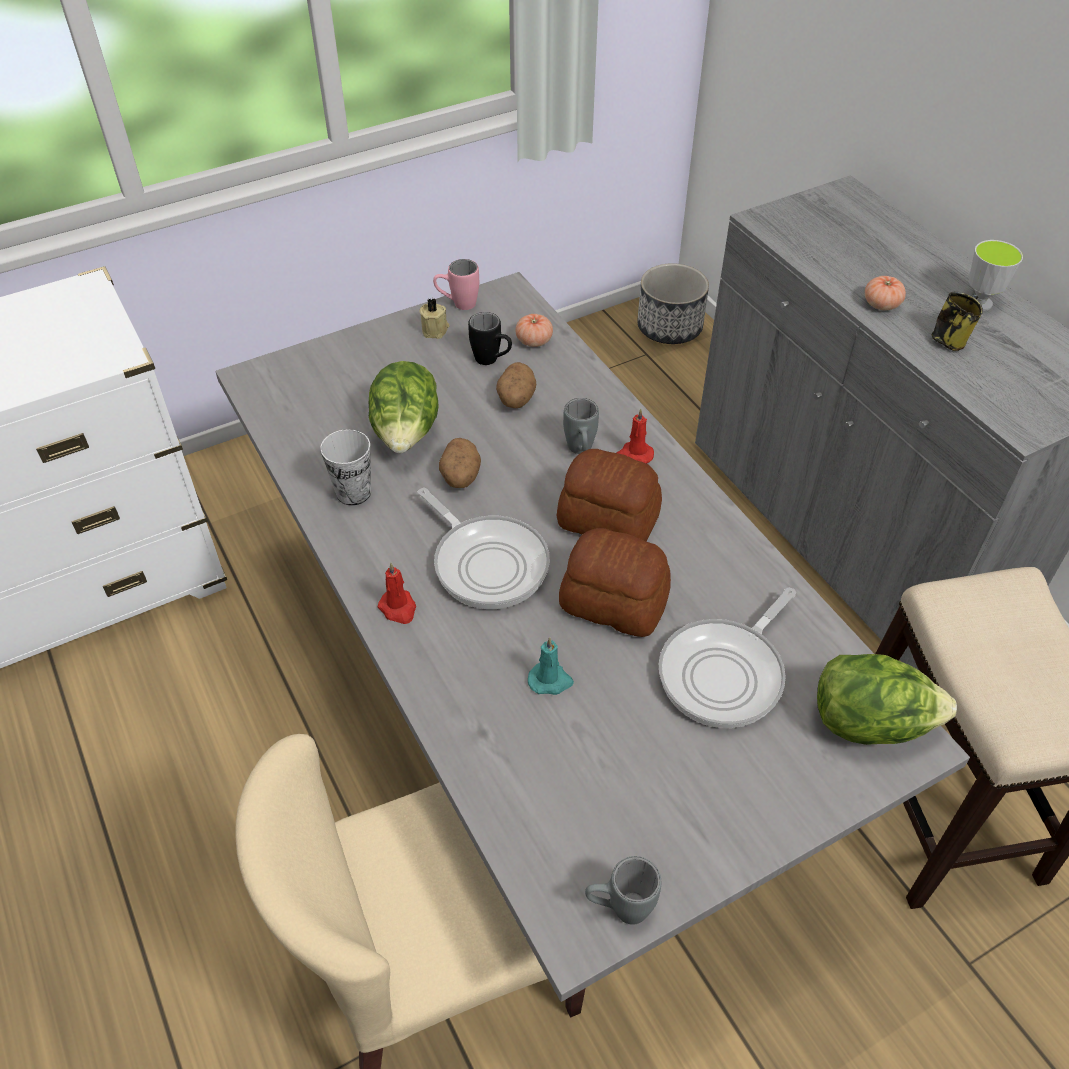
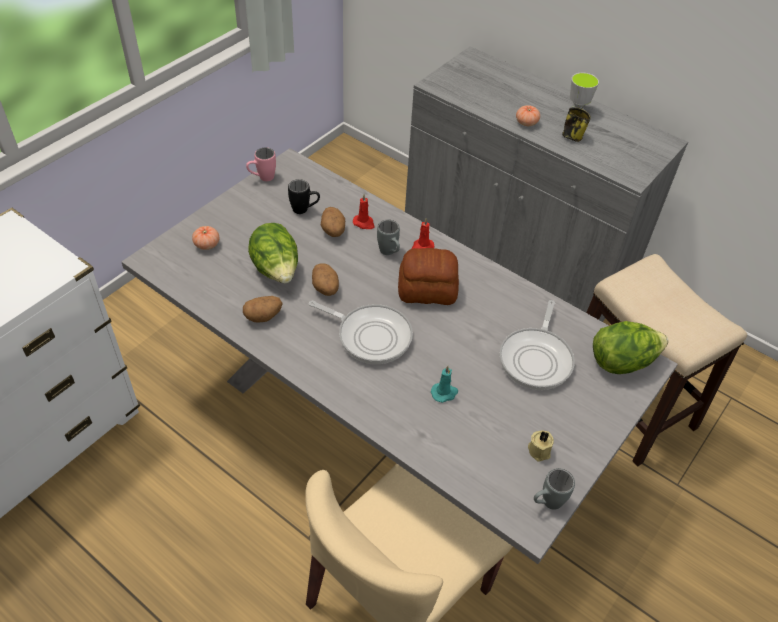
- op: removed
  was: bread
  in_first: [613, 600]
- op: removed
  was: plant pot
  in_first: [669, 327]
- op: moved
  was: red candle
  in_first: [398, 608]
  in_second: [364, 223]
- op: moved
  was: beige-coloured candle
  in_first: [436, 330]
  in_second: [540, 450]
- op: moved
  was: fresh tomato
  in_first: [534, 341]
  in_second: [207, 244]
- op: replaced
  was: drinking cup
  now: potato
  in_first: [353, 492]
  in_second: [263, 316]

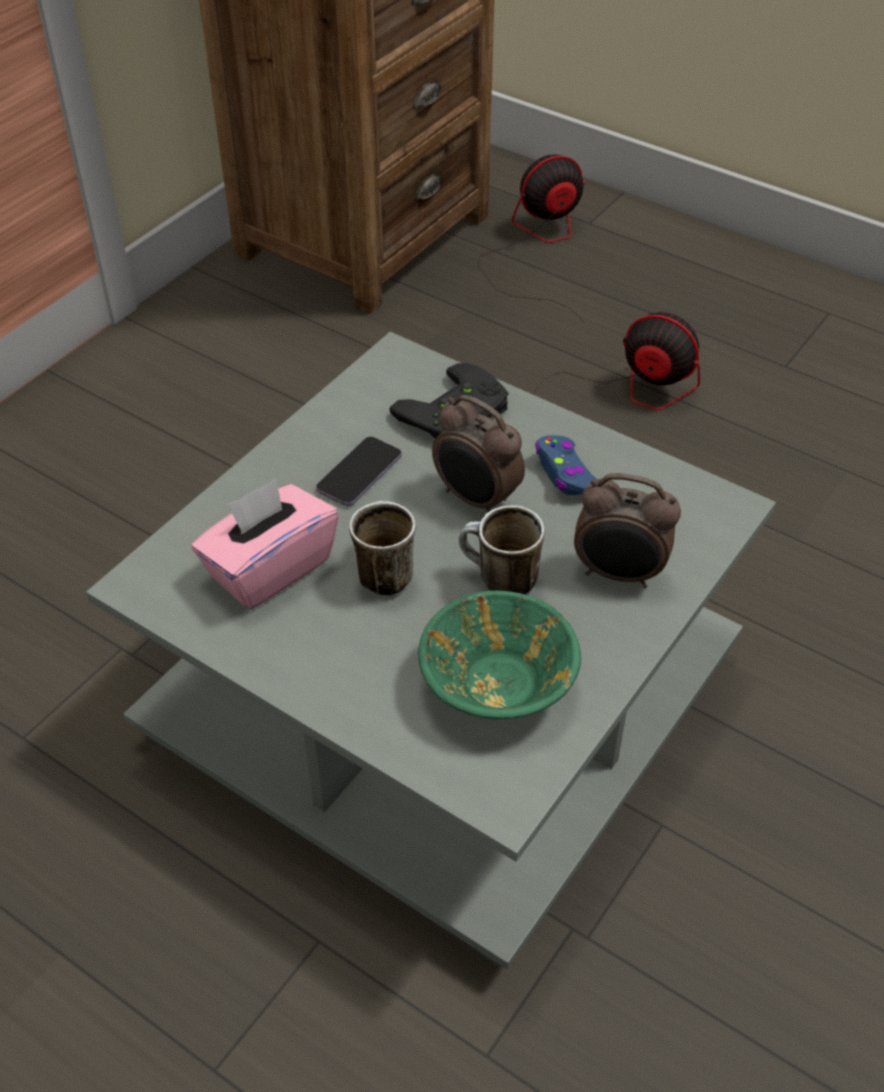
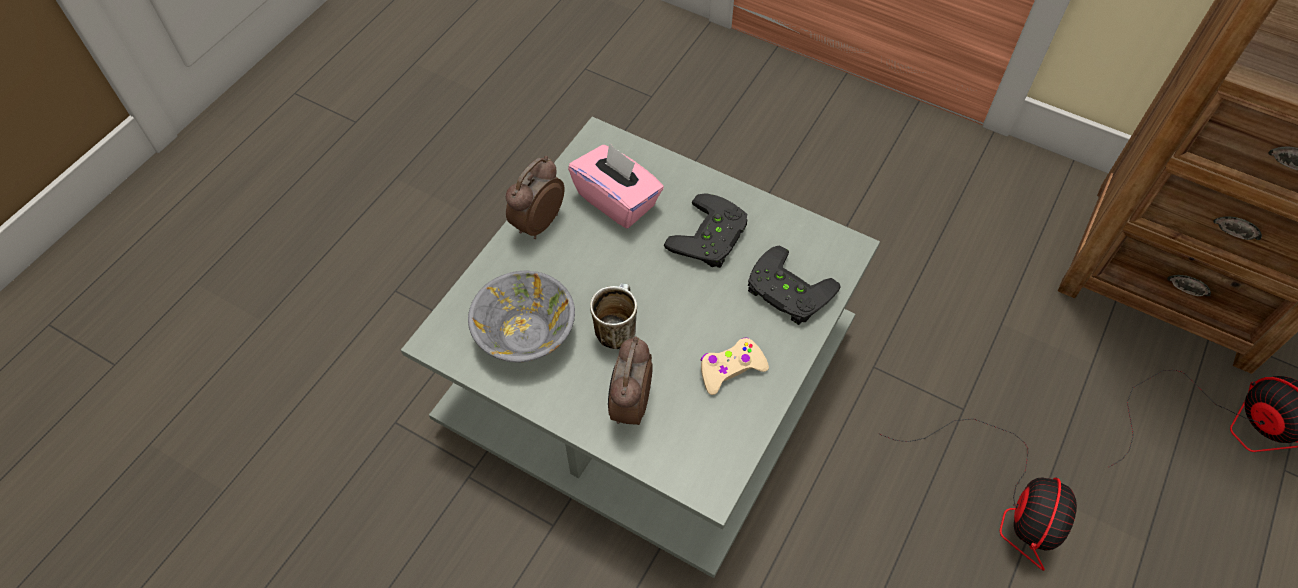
- op: removed
  was: tea mug
  in_first: [381, 571]
- op: moved
  was: alarm clock
  in_first: [476, 499]
  in_second: [537, 223]
- op: replaced
  was: phone
  now: black-coloured gamepad
  in_first: [359, 473]
  in_second: [712, 238]
- op: recoloured
  was: green-coloured bowl
  now: greyish bowl
  in_first: [496, 684]
  in_second: [525, 332]
- op: recoloured
  was: blue gamepad
  now: beige-coloured gamepad
  in_first: [567, 475]
  in_second: [730, 369]

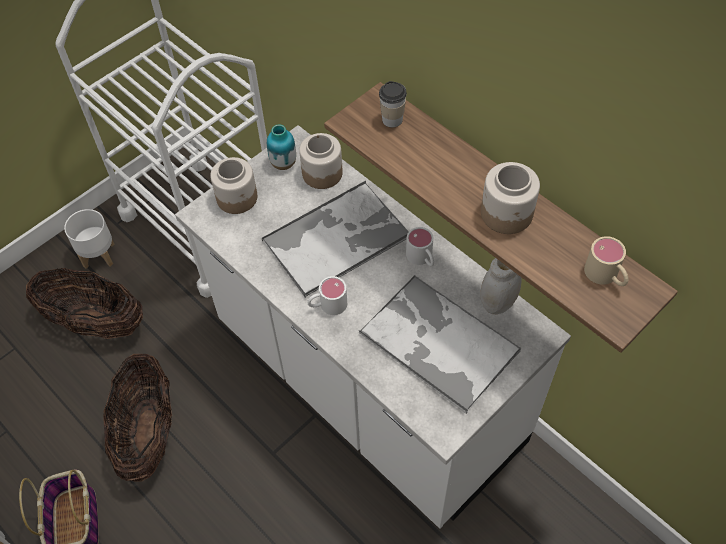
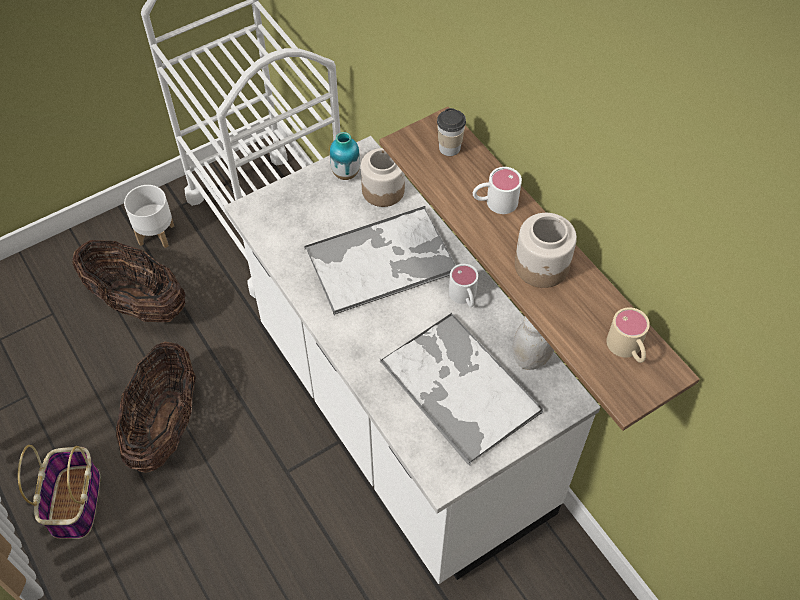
- op: removed
  was: storage jar
  in_first: [237, 198]
- op: moved
  was: white tea mug
  in_first: [327, 305]
  in_second: [494, 202]

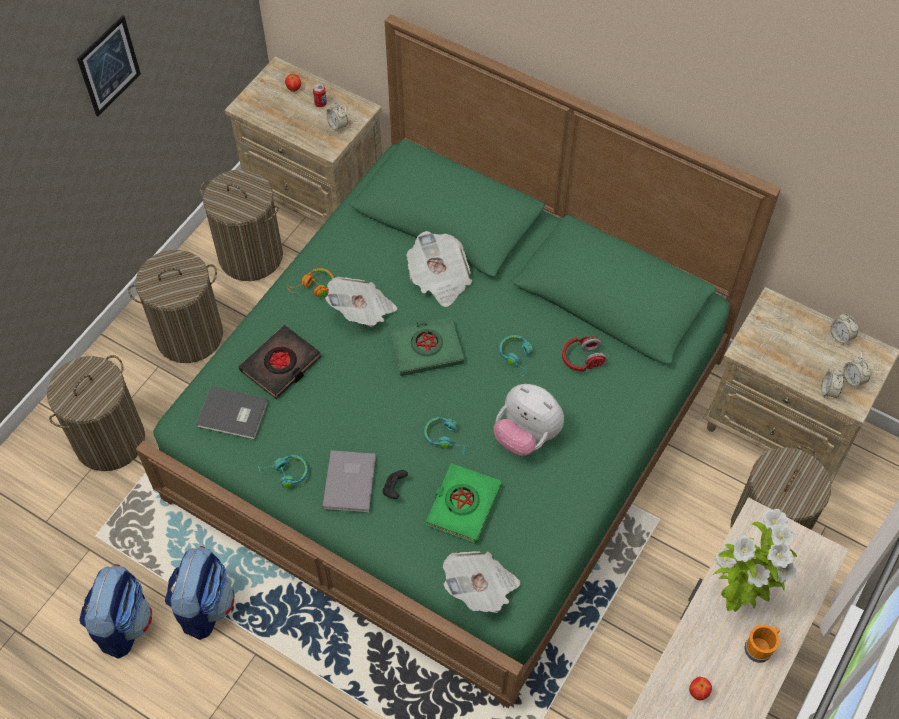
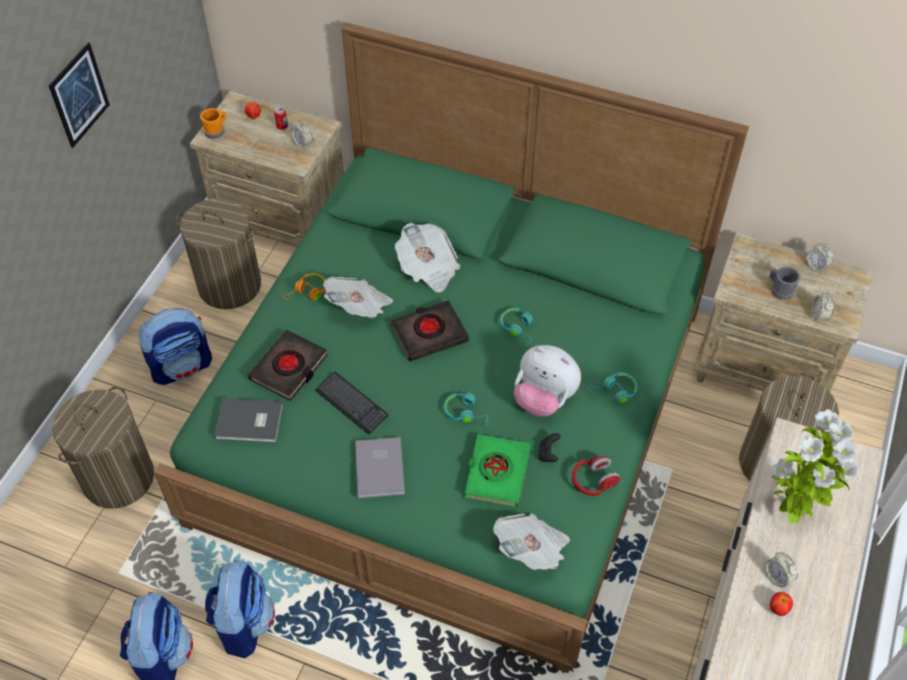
- op: added
  now: keyboard
  in_second: [351, 404]
- op: added
  now: greyish tea mug
  in_second: [779, 290]
- op: moved
  was: turquoise-coloured headphones
  in_first: [284, 473]
  in_second: [614, 391]
- op: moved
  was: black-coloured gamepad
  in_first: [394, 489]
  in_second: [548, 454]
- op: moved
  was: red headphones
  in_first: [582, 359]
  in_second: [593, 481]
- op: moved
  was: orangey tea mug
  in_first: [760, 647]
  in_second: [216, 131]
- op: moved
  was: alarm clock
  in_first: [853, 379]
  in_second: [777, 577]
- op: replaced
  was: washing basket
  now: rucksack
  in_first: [189, 335]
  in_second: [182, 366]
- op: recoloured
  was: green-coloured volume
  now: black-coloured volume
  in_first: [426, 349]
  in_second: [429, 334]

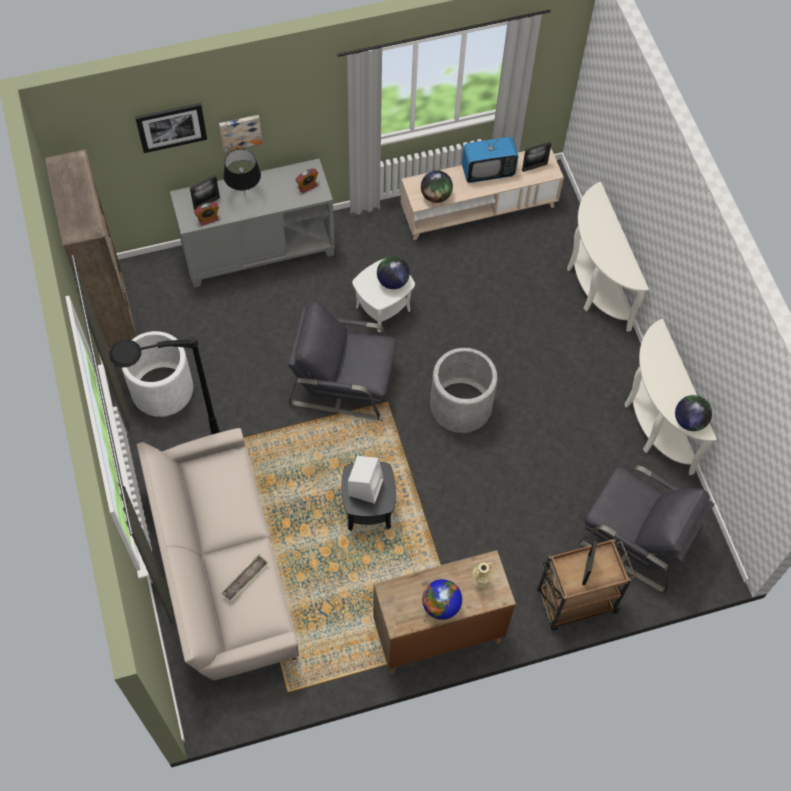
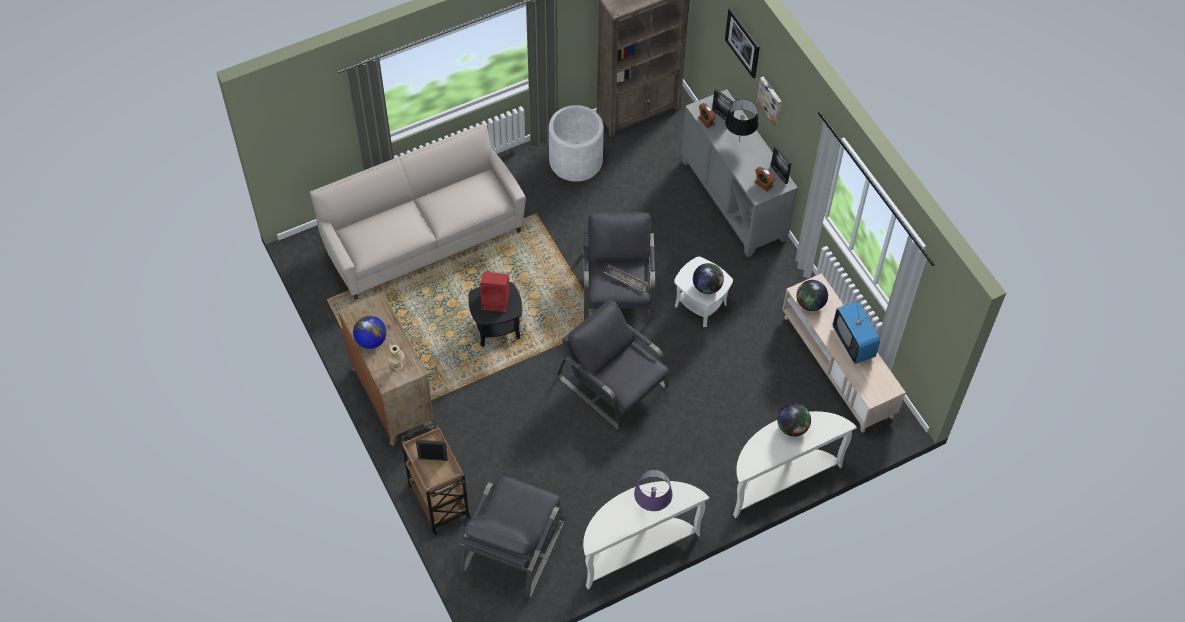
- op: removed
  was: black-coloured floor lamp
  in_first: [174, 446]
- op: added
  now: purple table lamp
  in_second: [652, 509]
- op: moved
  was: tray
  in_first: [245, 579]
  in_second: [625, 280]
- op: moved
  was: photo frame
  in_first: [534, 167]
  in_second: [779, 174]
- op: moved
  was: desk globe
  in_first: [689, 421]
  in_second: [792, 427]
- op: replaced
  was: greyish plant pot
  now: greyish armchair
  in_first: [460, 405]
  in_second: [614, 382]
- op: recoloured
  was: white speaker
  now: red speaker
  in_first: [366, 486]
  in_second: [496, 300]

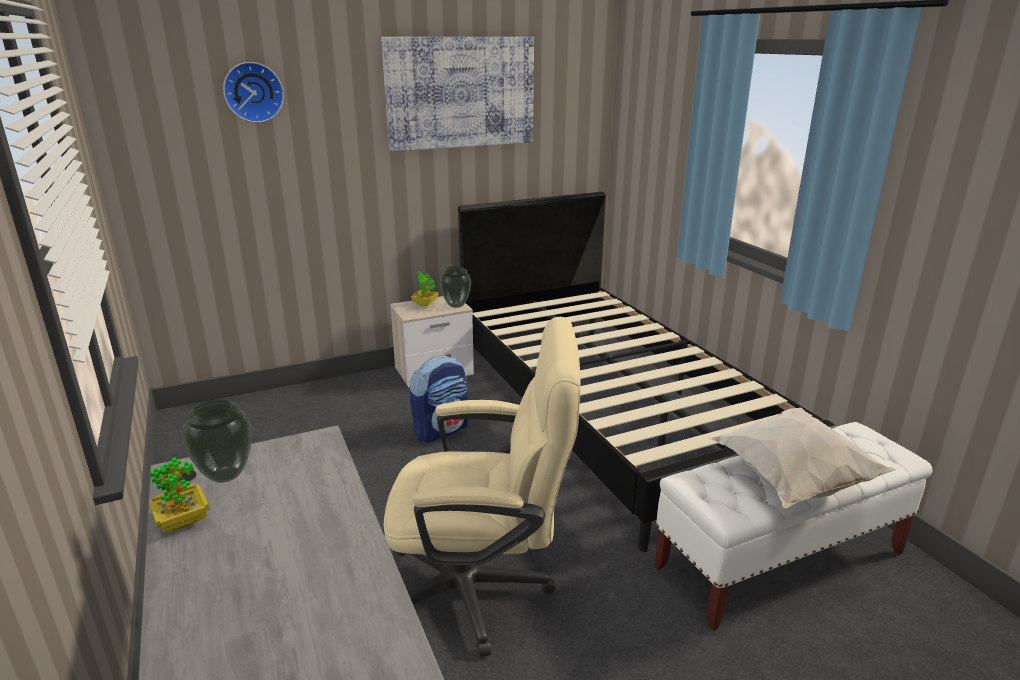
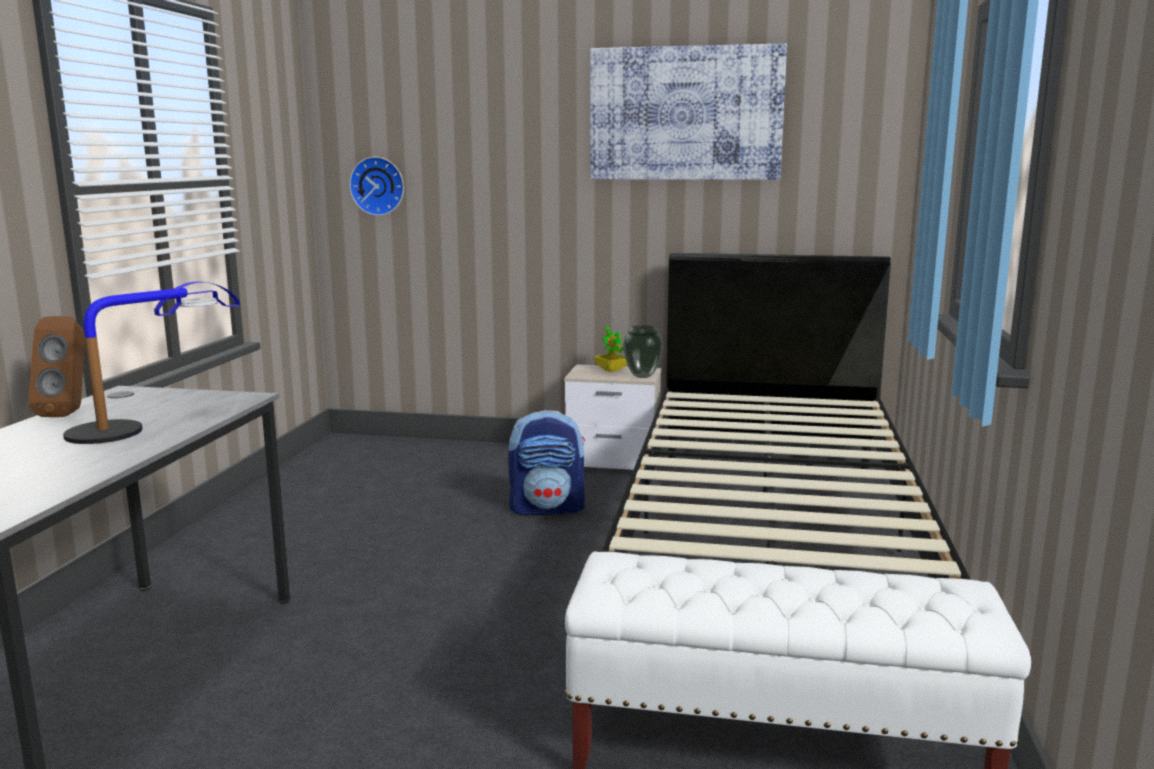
- op: removed
  was: flower vase
  in_first: [225, 475]
- op: removed
  was: beige-coloured computer chair
  in_first: [482, 590]
- op: removed
  was: white throw pillow
  in_first: [790, 482]
- op: added
  now: table lamp
  in_second: [143, 425]
- op: moved
  was: hanging clock
  in_first: [253, 92]
  in_second: [378, 186]
- op: replaced
  was: potted plant
  now: brown-coloured speaker
  in_first: [182, 521]
  in_second: [69, 413]

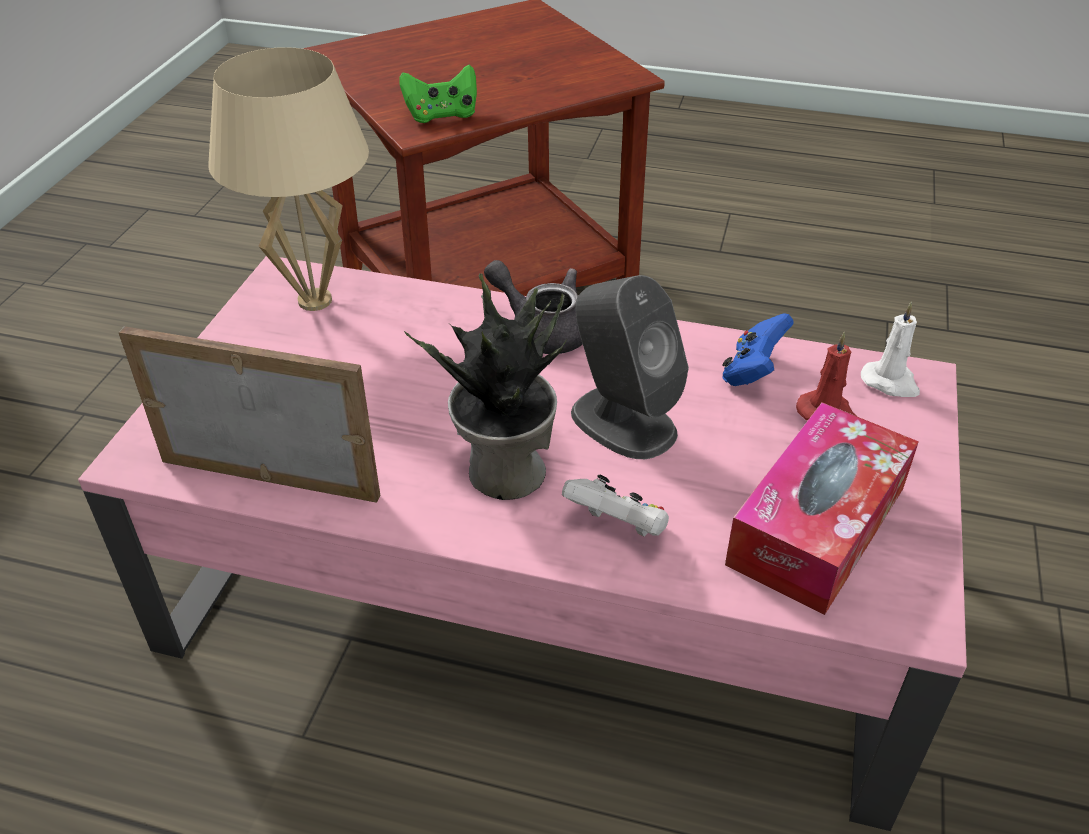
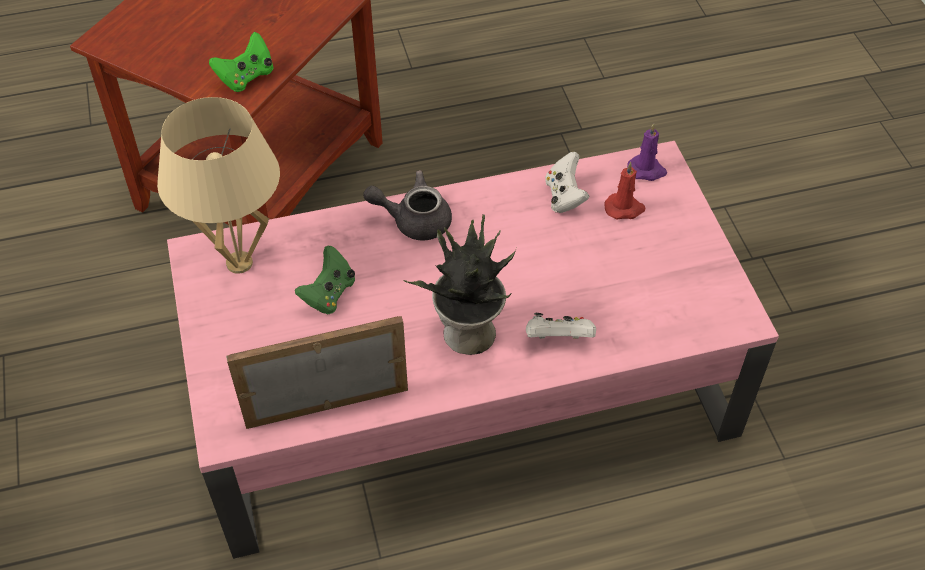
- op: removed
  was: greyish speaker
  in_first: [622, 421]
- op: removed
  was: tissue box
  in_first: [817, 525]
- op: added
  now: green-coloured gamepad
  in_second: [329, 294]
- op: recoloured
  was: blue gamepad
  now: white gamepad
  in_first: [752, 371]
  in_second: [564, 196]
- op: recoloured
  was: white candle
  now: purple candle
  in_first: [891, 382]
  in_second: [647, 170]

